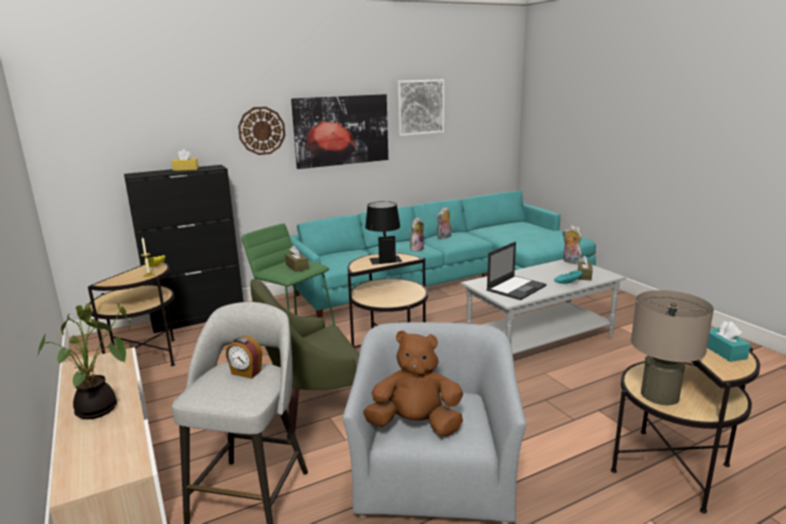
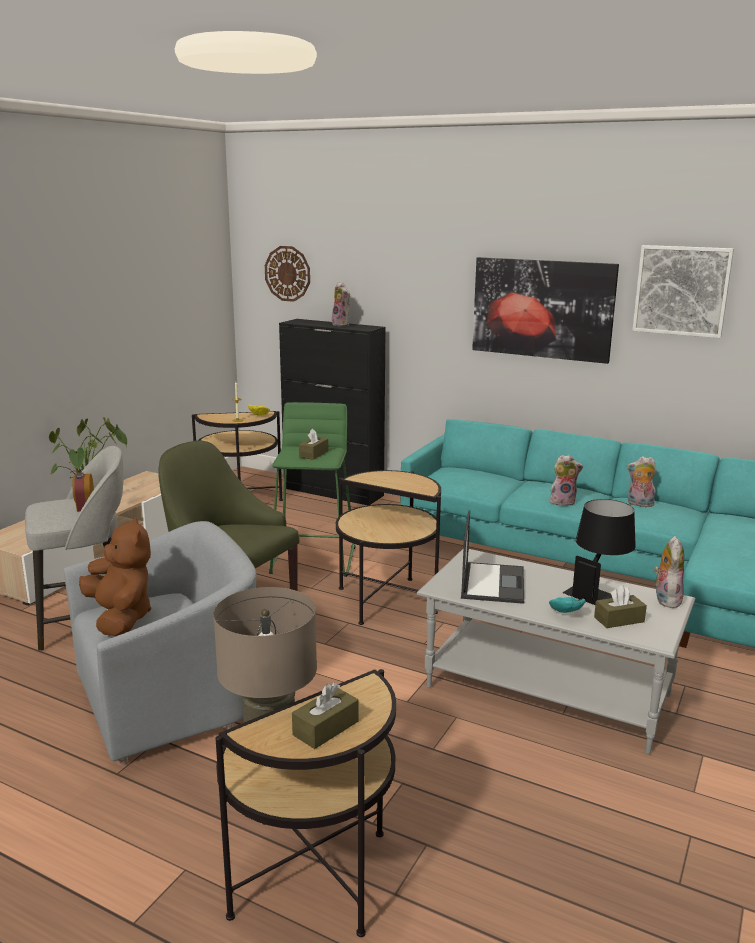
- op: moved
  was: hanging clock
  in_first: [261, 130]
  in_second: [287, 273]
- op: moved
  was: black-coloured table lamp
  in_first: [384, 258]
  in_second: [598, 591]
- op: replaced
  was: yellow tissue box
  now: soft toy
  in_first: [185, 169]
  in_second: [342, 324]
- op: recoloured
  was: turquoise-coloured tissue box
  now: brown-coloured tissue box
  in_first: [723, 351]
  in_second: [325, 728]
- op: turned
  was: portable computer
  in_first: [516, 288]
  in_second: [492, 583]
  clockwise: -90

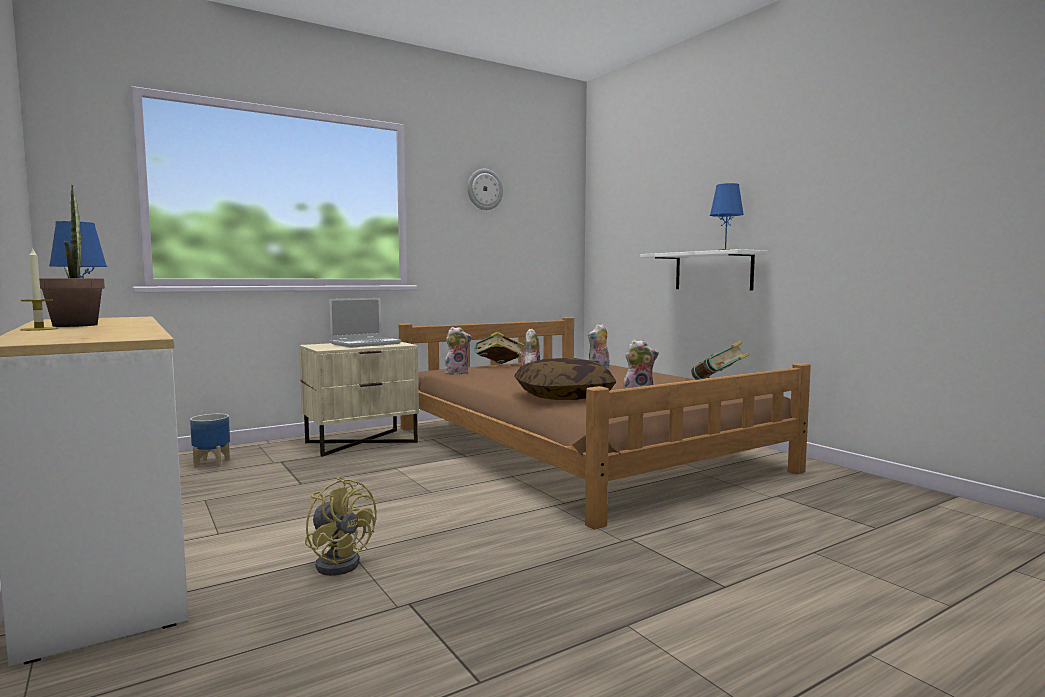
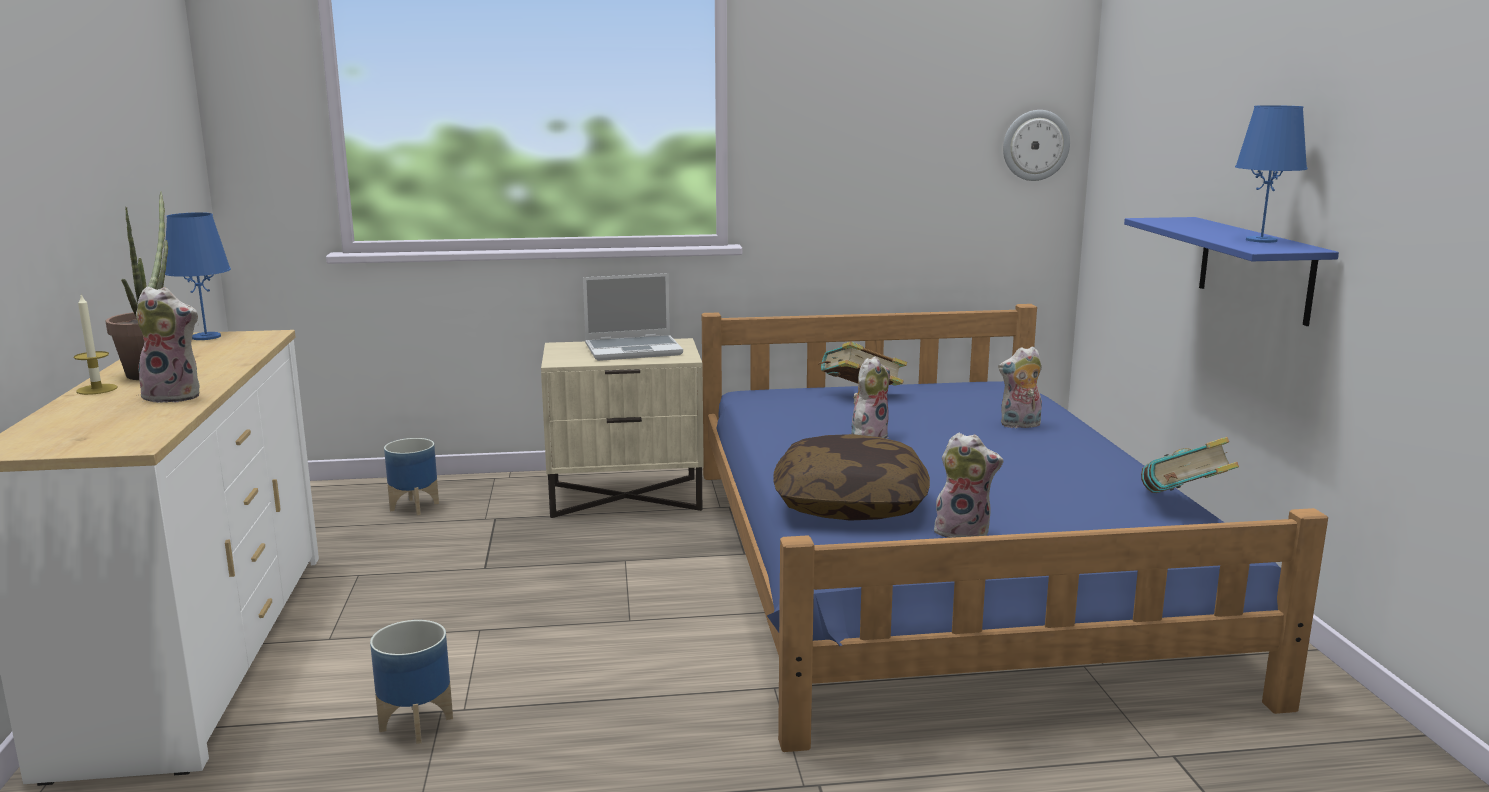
- op: moved
  was: soft toy
  in_first: [457, 373]
  in_second: [176, 396]
- op: moved
  was: hanging clock
  in_first: [484, 189]
  in_second: [1035, 145]
- op: replaced
  was: yellow electric fan
  now: plant pot
  in_first: [340, 562]
  in_second: [417, 723]
- op: recoloured
  was: brown-coloured bedroom bed
  now: blue bedroom bed
  in_first: [579, 448]
  in_second: [936, 568]
- op: recoloured
  was: white shelf
  now: blue shelf
  in_first: [713, 271]
  in_second: [1255, 269]

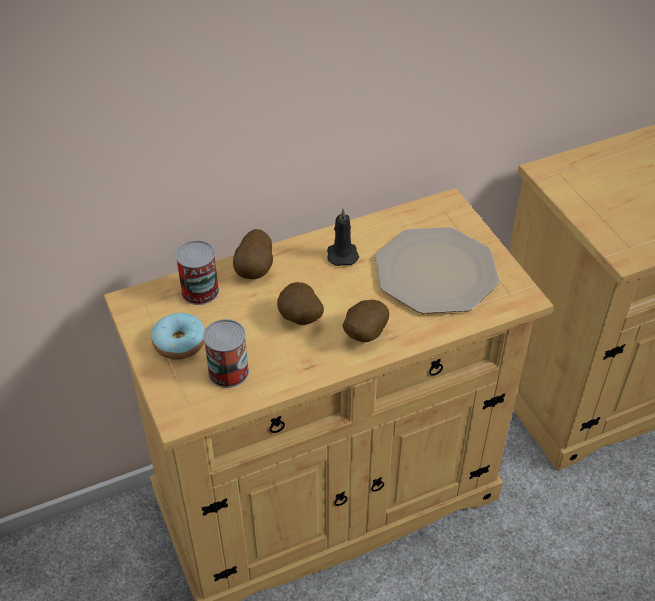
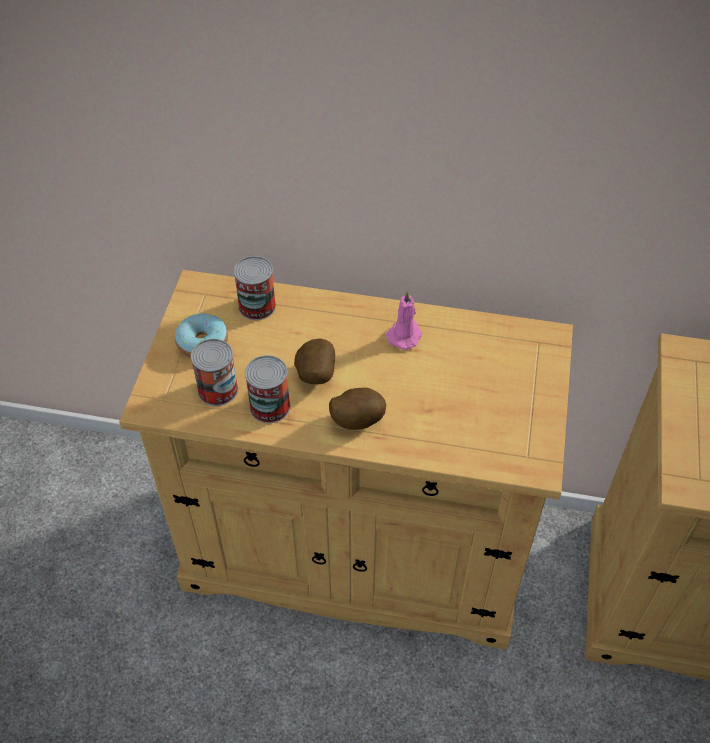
- op: removed
  was: potato
  in_first: [255, 270]
- op: removed
  was: flat dish
  in_first: [436, 273]
- op: added
  now: sealed can
  in_second: [270, 406]
- op: recoloured
  was: black-coloured candle
  now: pink-coloured candle
  in_first: [342, 254]
  in_second: [405, 335]

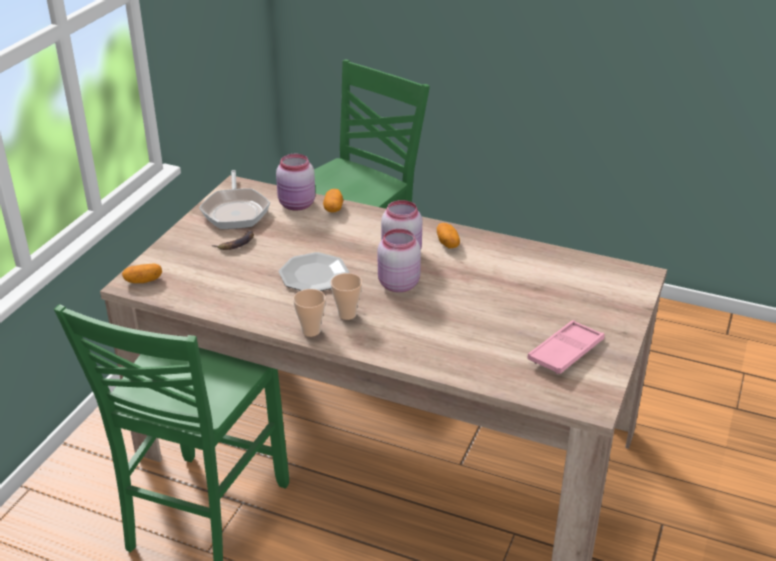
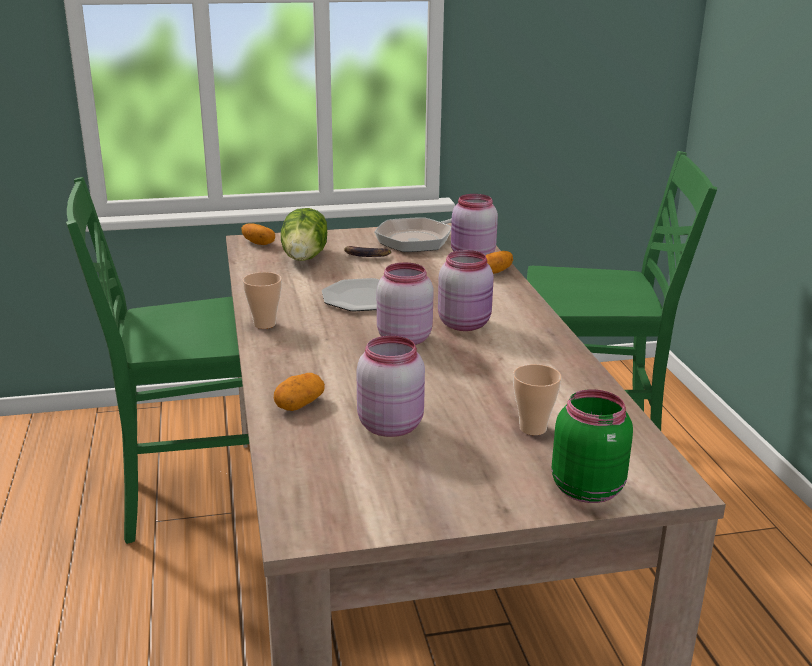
- op: removed
  was: pink-coloured tray
  in_first: [565, 352]
- op: added
  now: head of lettuce
  in_second: [305, 257]
- op: added
  now: pink-coloured storage jar
  in_second: [390, 425]
- op: added
  now: green-coloured storage jar
  in_second: [587, 488]
- op: moved
  was: drinking cup
  in_first: [347, 314]
  in_second: [533, 428]
- op: moved
  was: potato
  in_first: [448, 243]
  in_second: [299, 404]

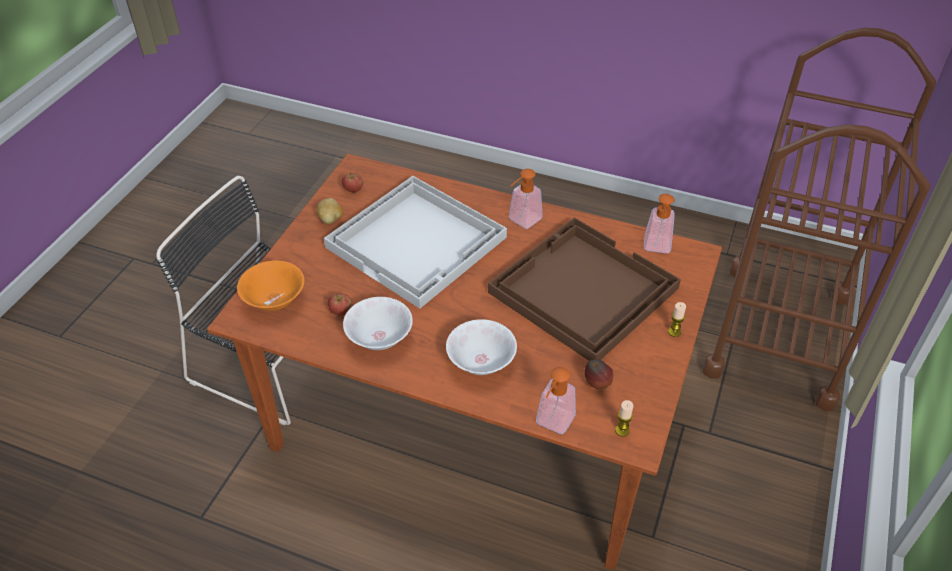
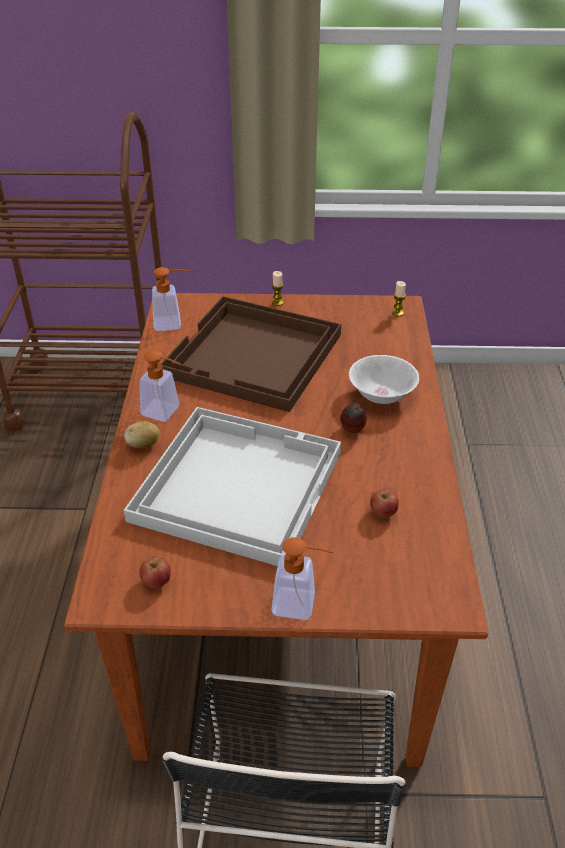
- op: removed
  was: orangey bowl
  in_first: [274, 300]
- op: removed
  was: white bowl
  in_first: [379, 338]
- op: moved
  was: potato
  in_first: [331, 219]
  in_second: [143, 445]
- op: moved
  was: soap dispenser
  in_first: [552, 424]
  in_second: [302, 605]
- op: moved
  was: apple fruit
  in_first: [597, 384]
  in_second: [352, 431]

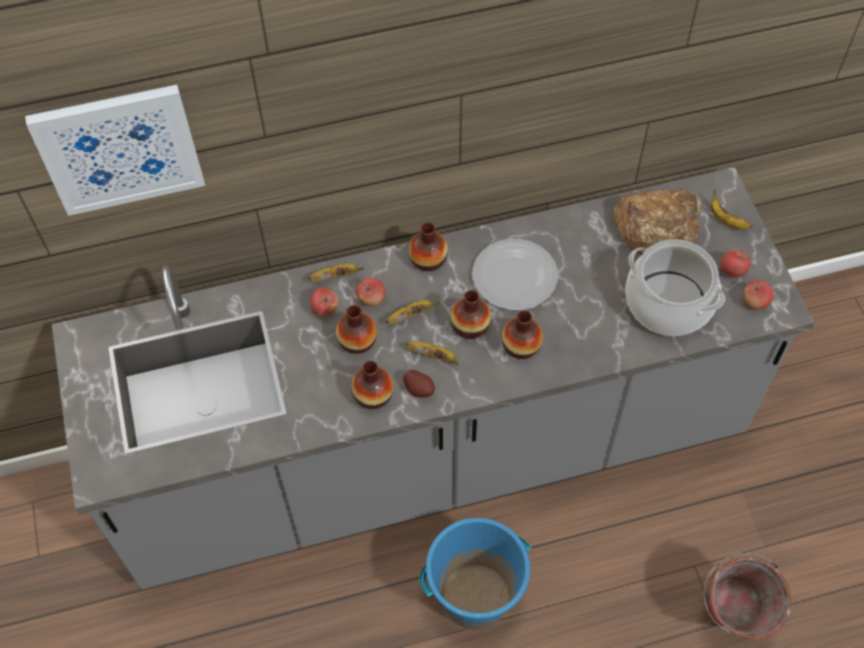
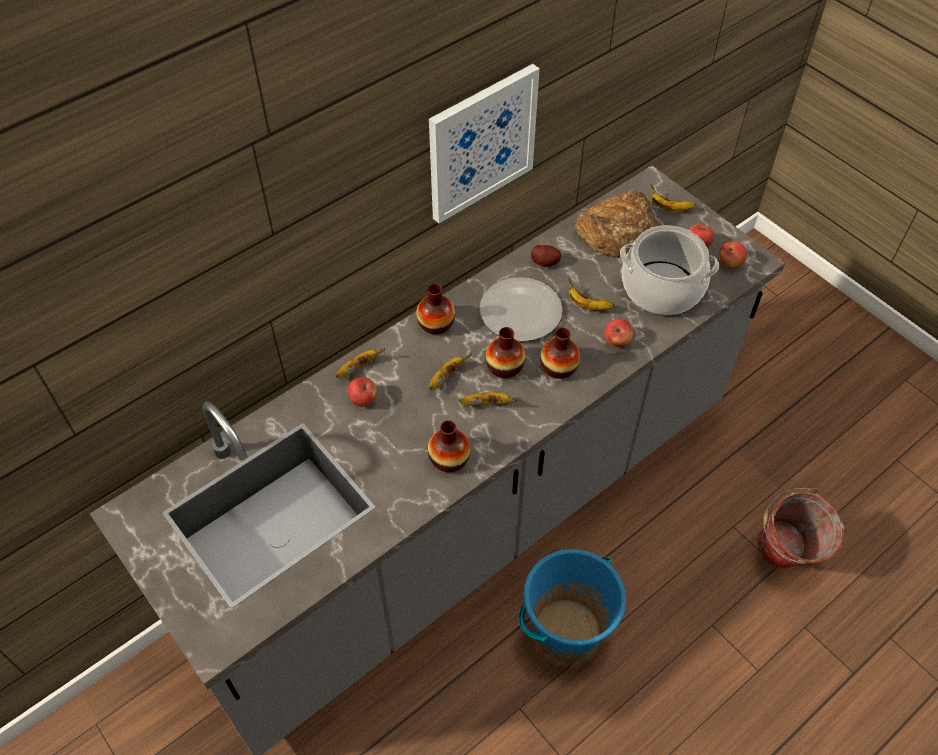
- op: removed
  was: flower vase
  in_first: [357, 340]
- op: added
  now: banana
  in_second: [587, 305]
- op: moved
  was: wall picture
  in_first: [119, 148]
  in_second: [481, 143]
- op: moved
  was: apple fruit
  in_first: [371, 299]
  in_second: [617, 341]
- op: moved
  was: potato
  in_first: [419, 389]
  in_second: [545, 262]

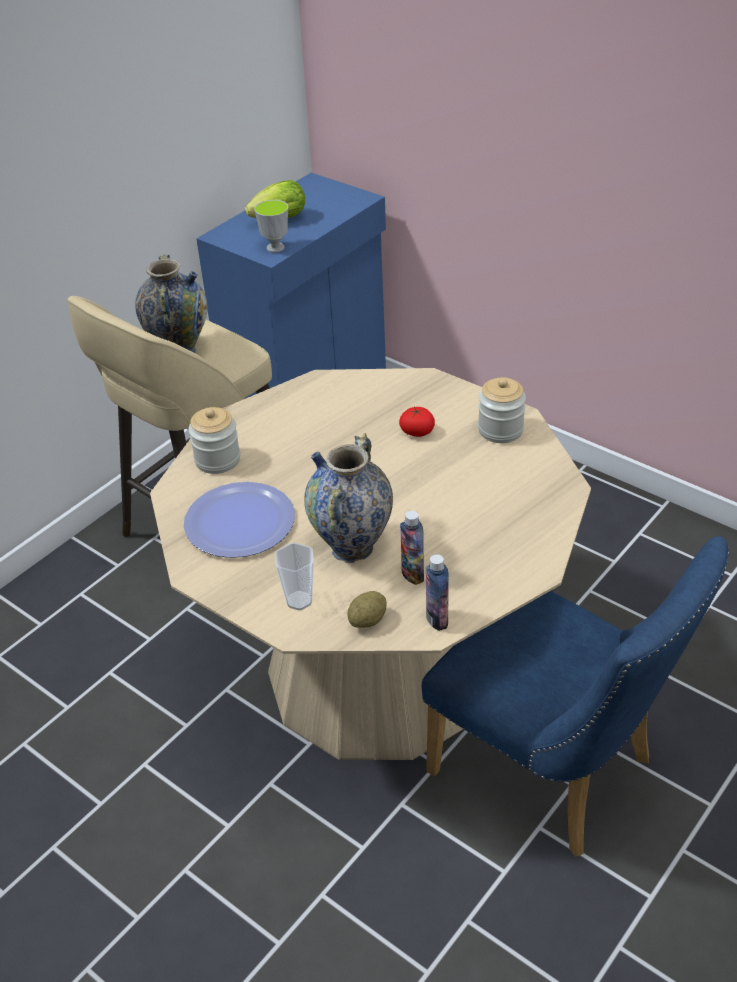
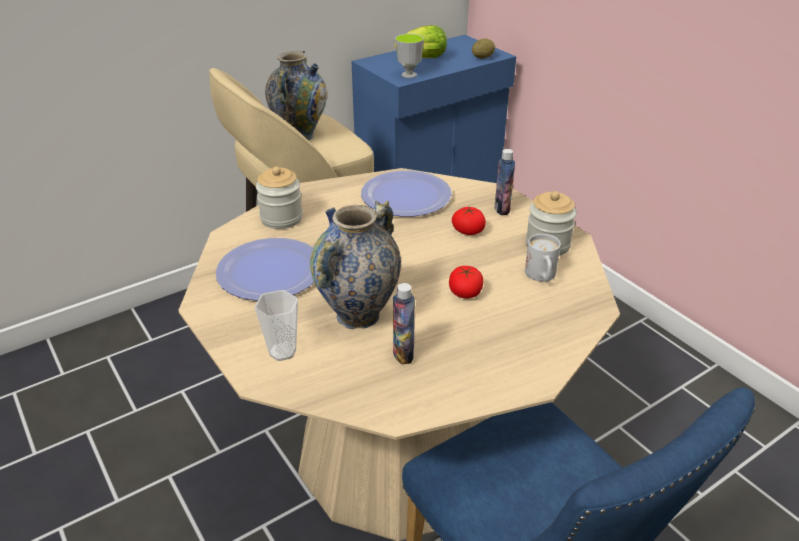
- op: added
  now: flat dish
  in_second: [406, 196]
- op: added
  now: fresh tomato
  in_second: [465, 292]
- op: added
  now: white tea mug
  in_second: [541, 277]
- op: moved
  was: potato
  in_first: [367, 620]
  in_second: [482, 57]
- op: moved
  was: drink bottle
  in_first: [437, 619]
  in_second: [502, 209]

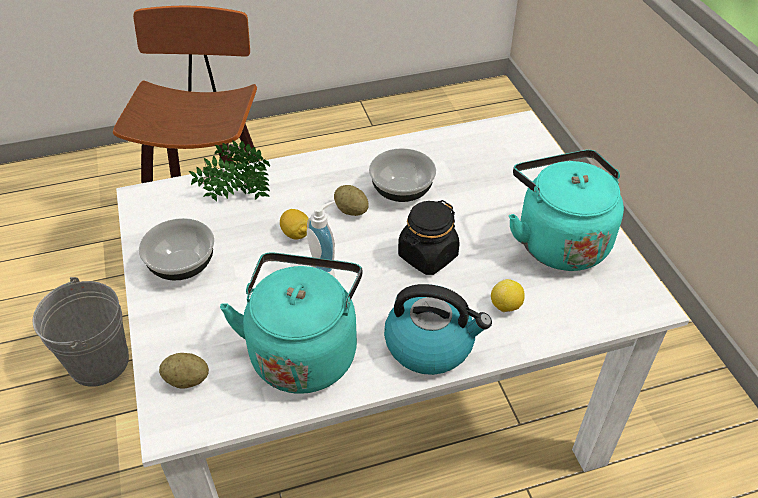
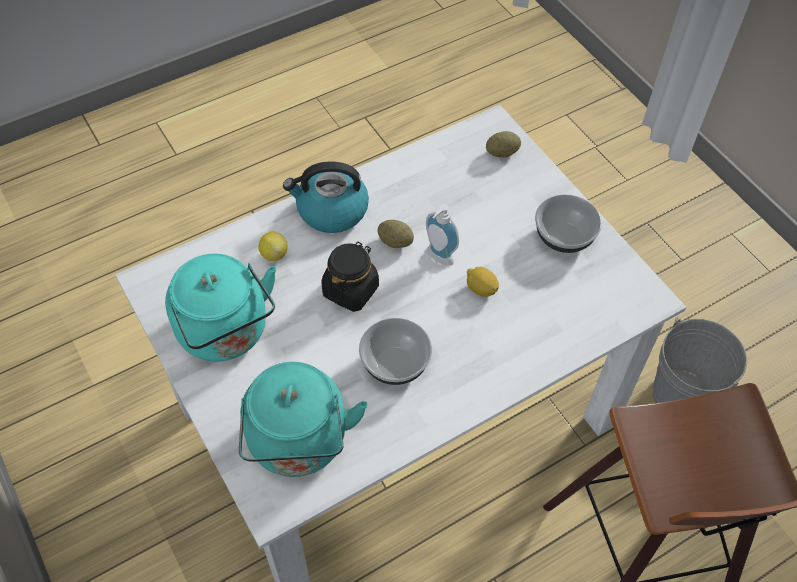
- op: removed
  was: potted plant
  in_first: [235, 197]
- op: moved
  was: turquoise-coloured tea kettle
  in_first: [304, 350]
  in_second: [299, 444]
- op: moved
  was: potato
  in_first: [351, 210]
  in_second: [395, 242]

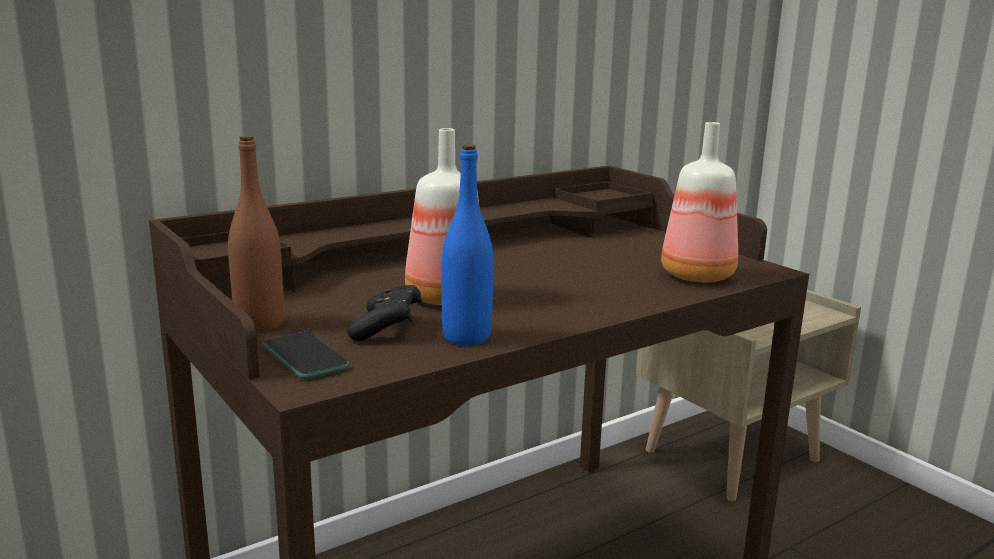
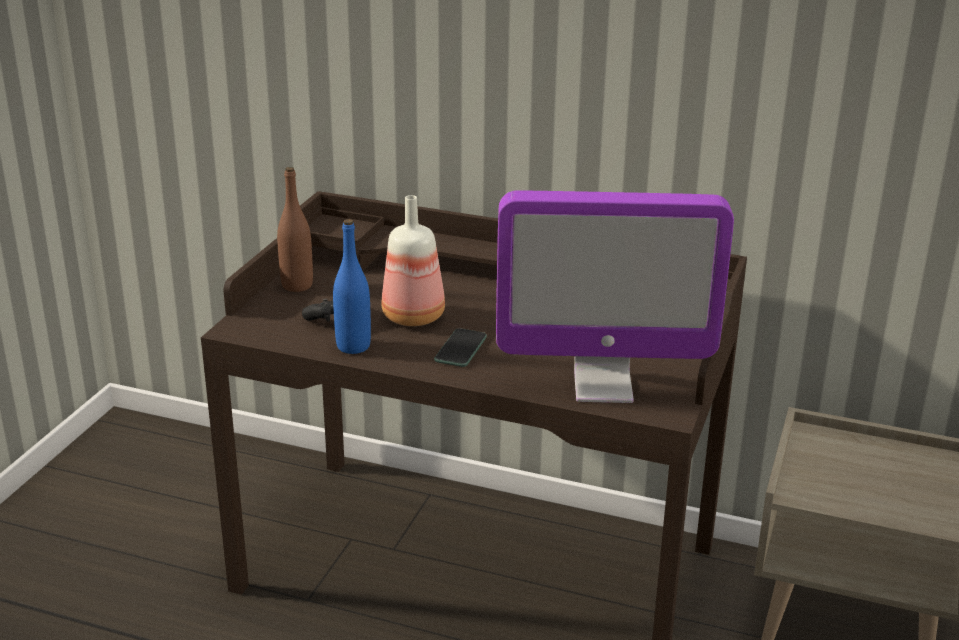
- op: moved
  was: phone
  in_first: [305, 357]
  in_second: [460, 349]
- op: replaced
  was: drink bottle
  now: computer display
  in_first: [696, 275]
  in_second: [603, 386]

